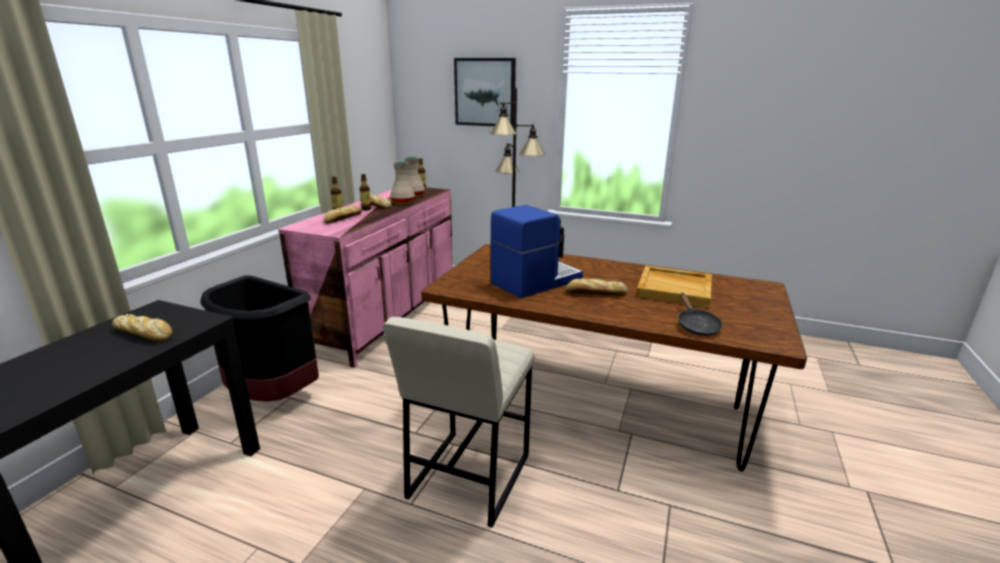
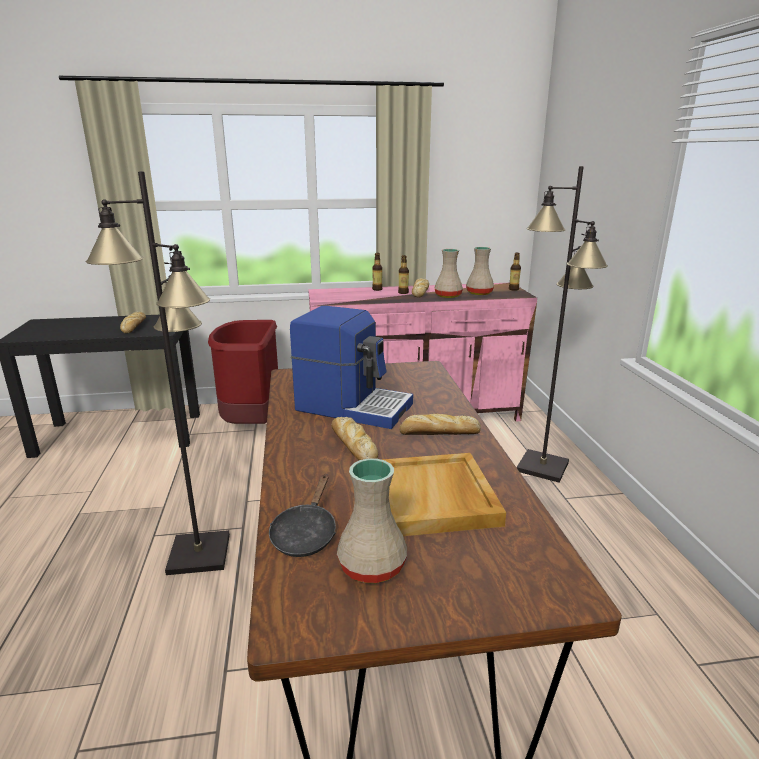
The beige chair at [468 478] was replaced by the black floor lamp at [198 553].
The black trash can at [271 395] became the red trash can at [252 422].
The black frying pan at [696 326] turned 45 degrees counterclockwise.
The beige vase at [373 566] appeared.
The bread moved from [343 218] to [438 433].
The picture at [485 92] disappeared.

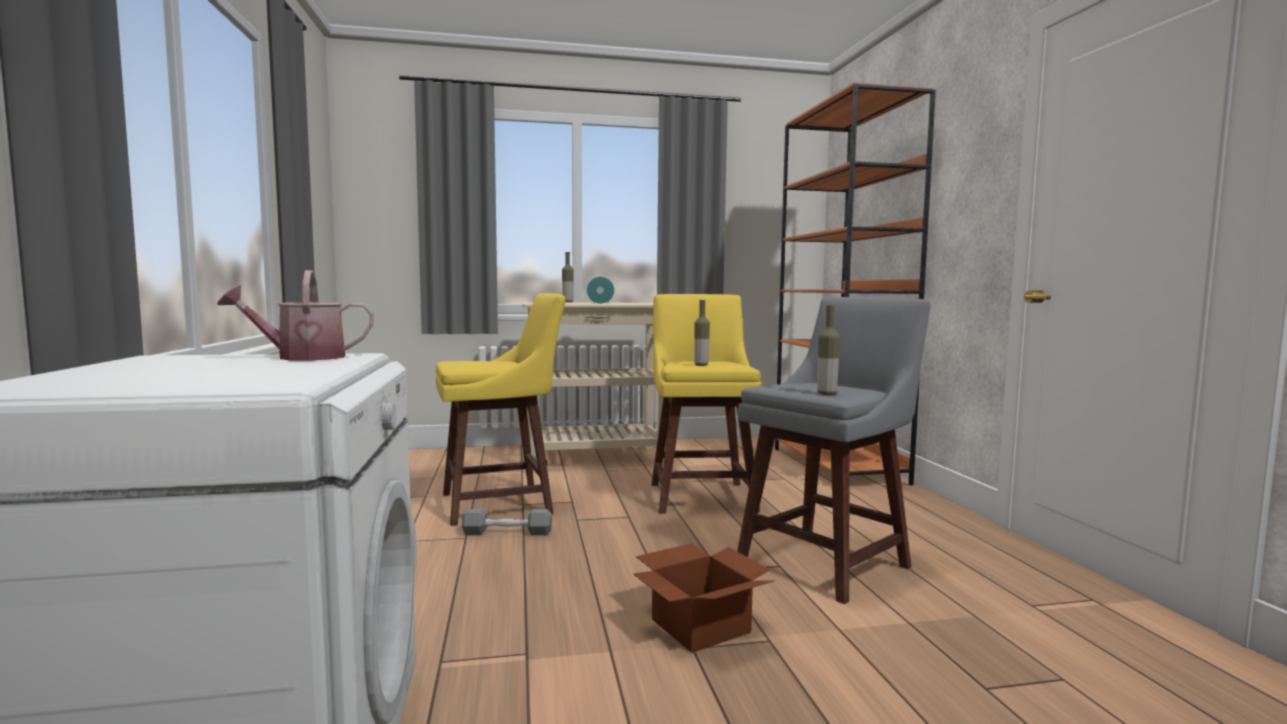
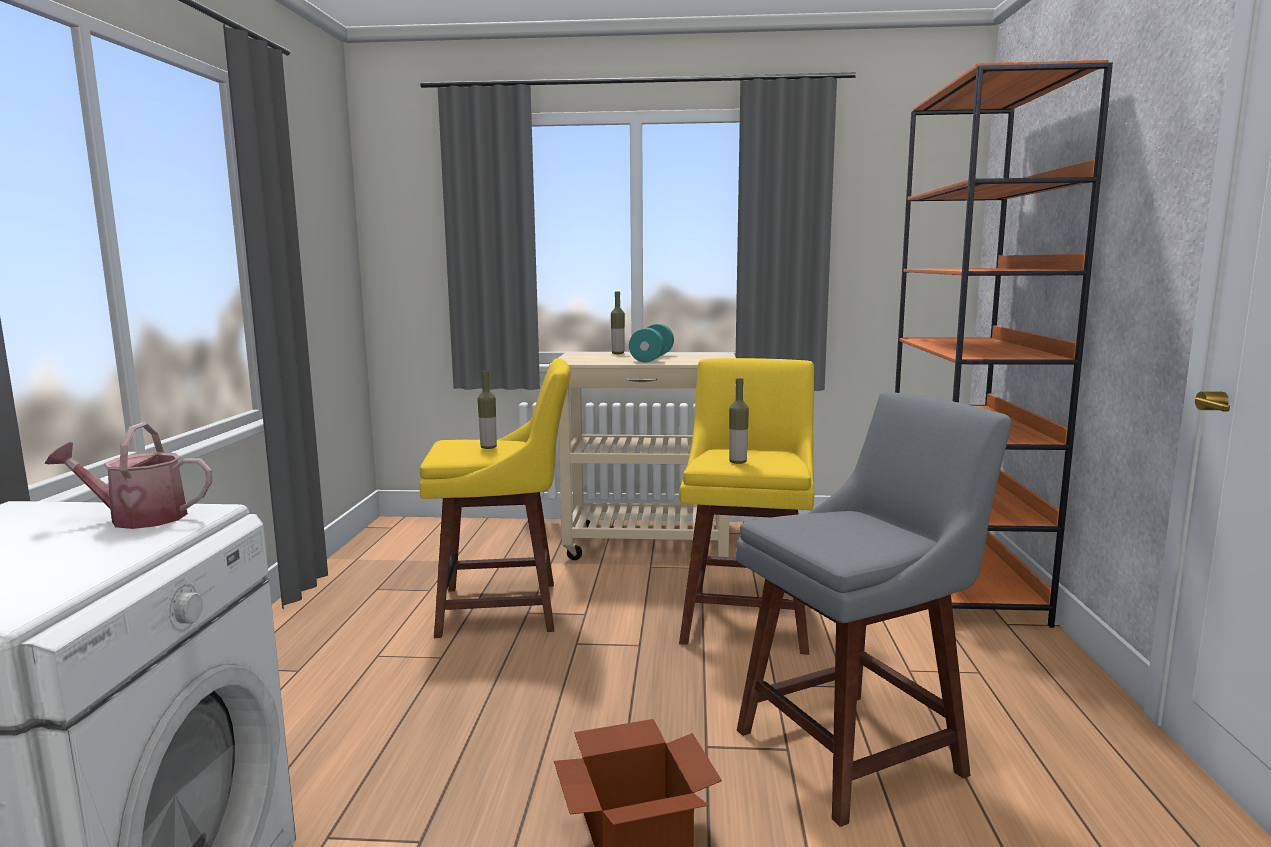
The bottle moved from [826 394] to [488 447].
The grey dumbbell at [507 533] disappeared.

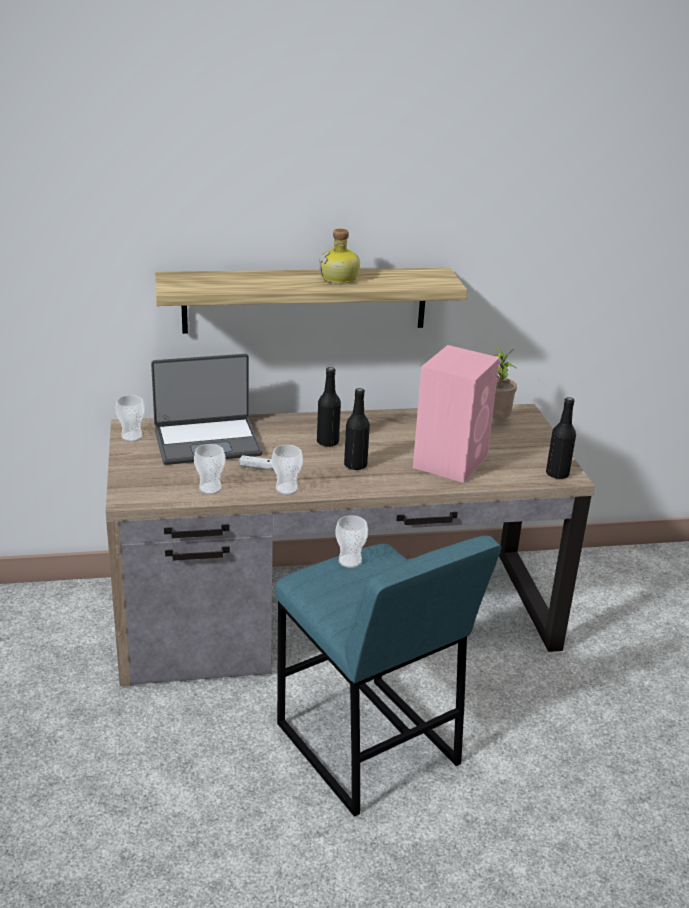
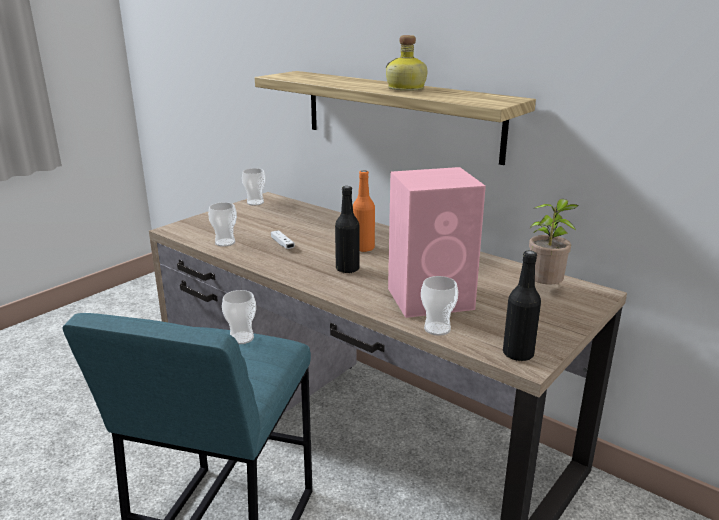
The black bottle at [327 442] became the orange bottle at [363 248].
The cup moved from [286 489] to [437 329].
The laptop at [207 442] disappeared.

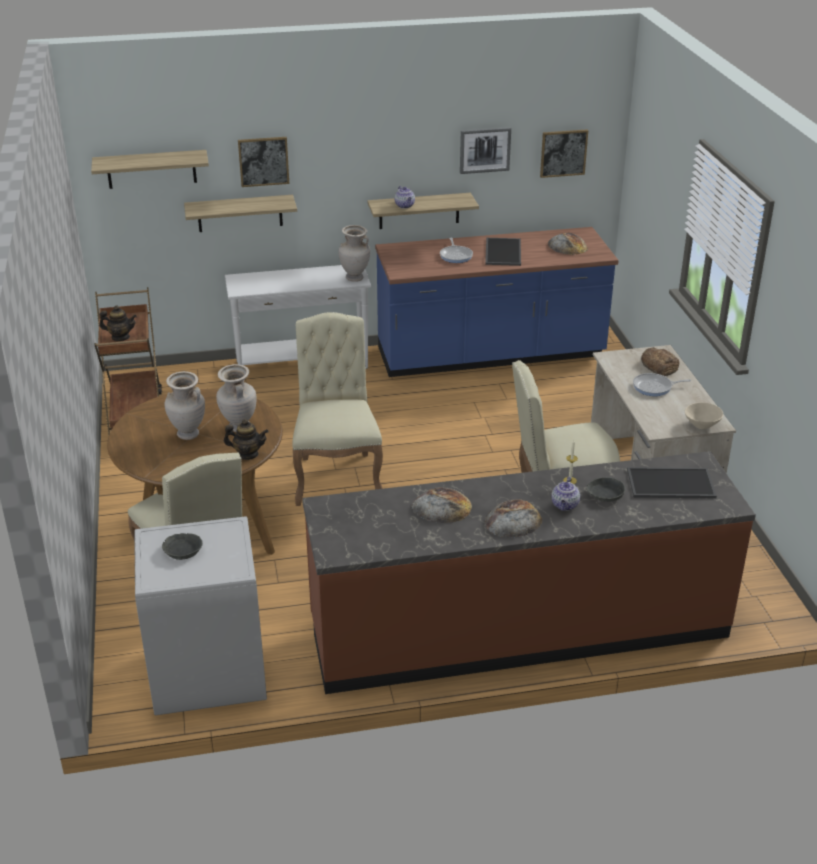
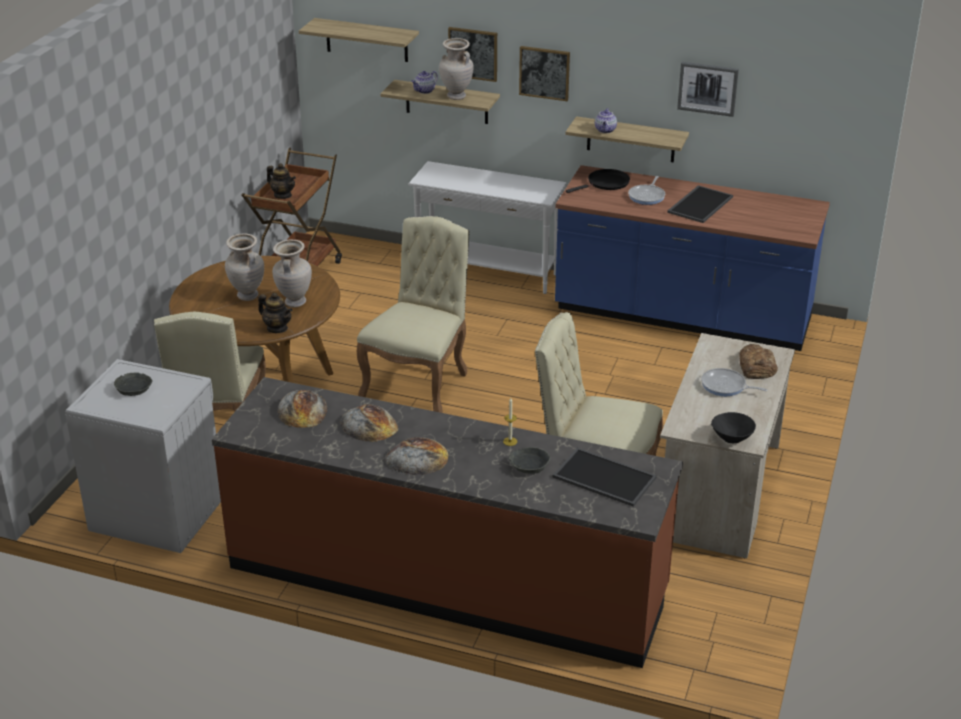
The bread moved from [567 246] to [302 410].
The teapot moved from [565 505] to [424 91].
The beige vase moved from [354 278] to [456 97].
The picture moved from [563 153] to [544 73].
The black frying pan at [606 183] appeared.
The beige bowl at [701 425] became the black bowl at [731 438].

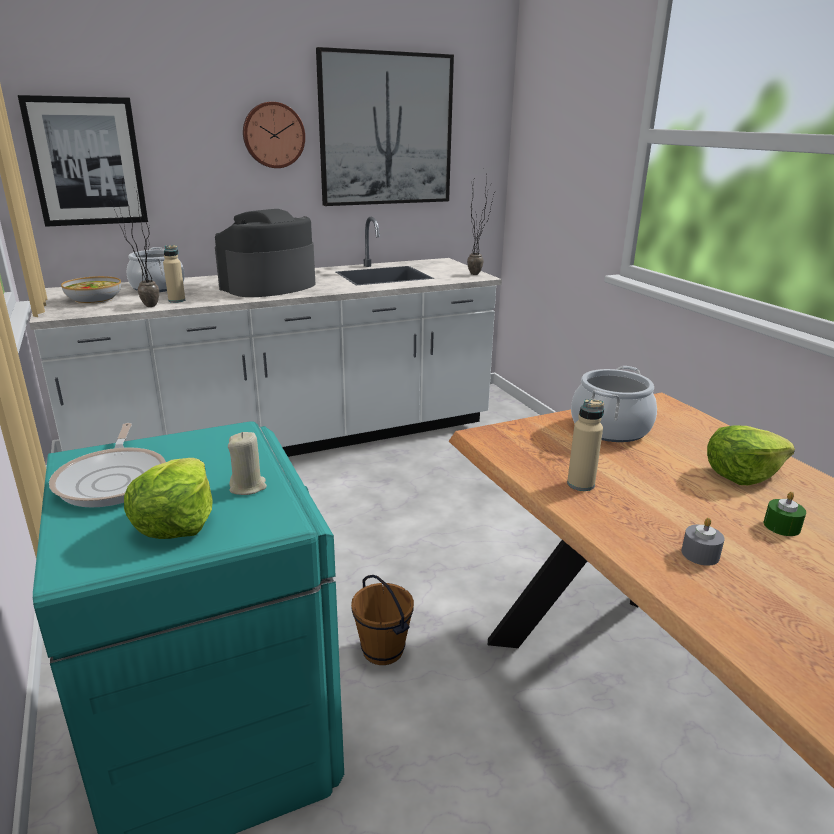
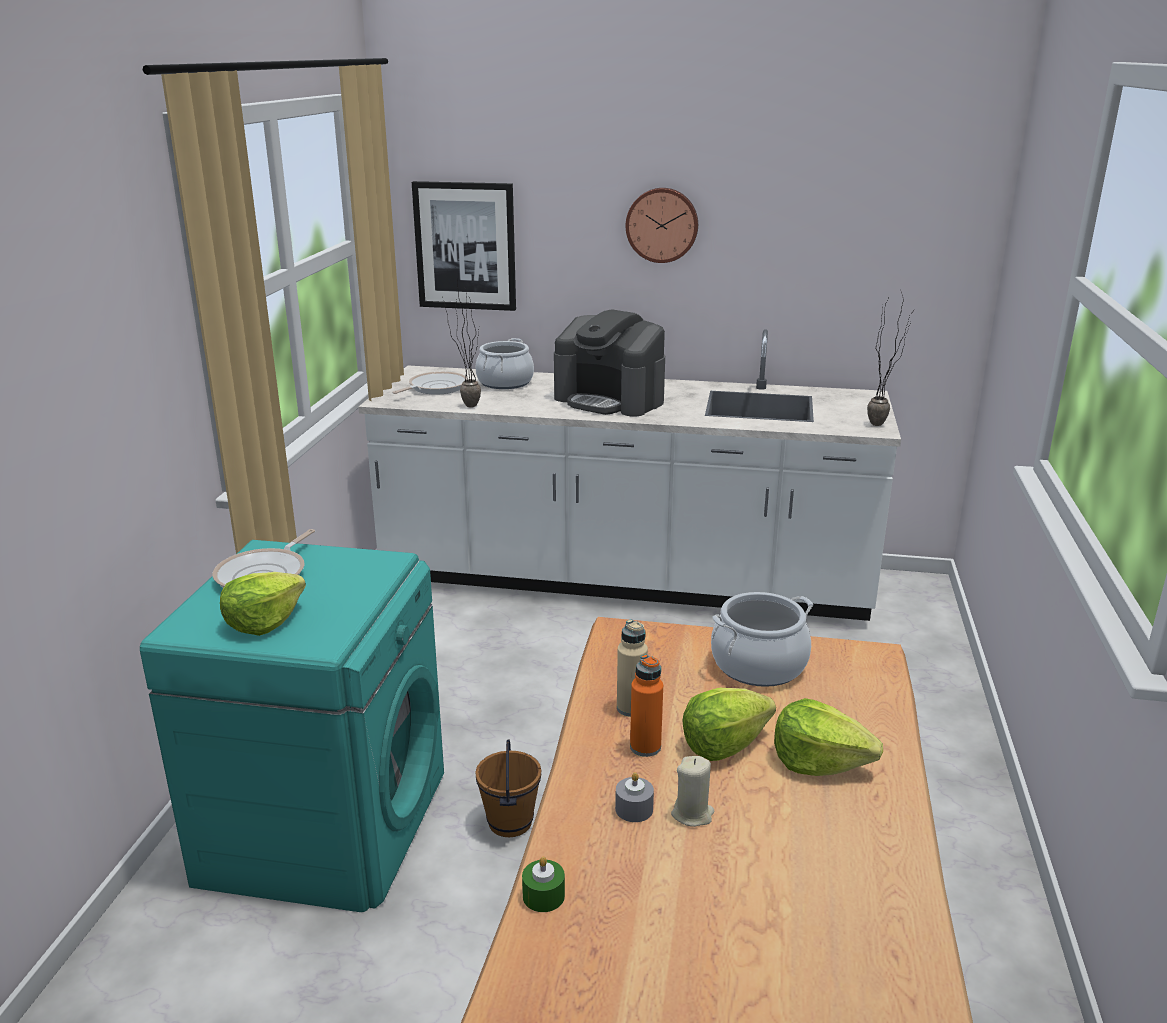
The bowl at [94 299] was replaced by the frying pan at [435 388].
The green candle moved from [781 526] to [543 896].
The coffee machine at [268 286] turned 135 degrees counterclockwise.
The orange bottle at [645 747] appeared.
The beige candle moved from [248 487] to [692 814].
The lettuce at [724 745] appeared.
The beige bottle at [177 300] disappeared.
The picture at [386 130] disappeared.

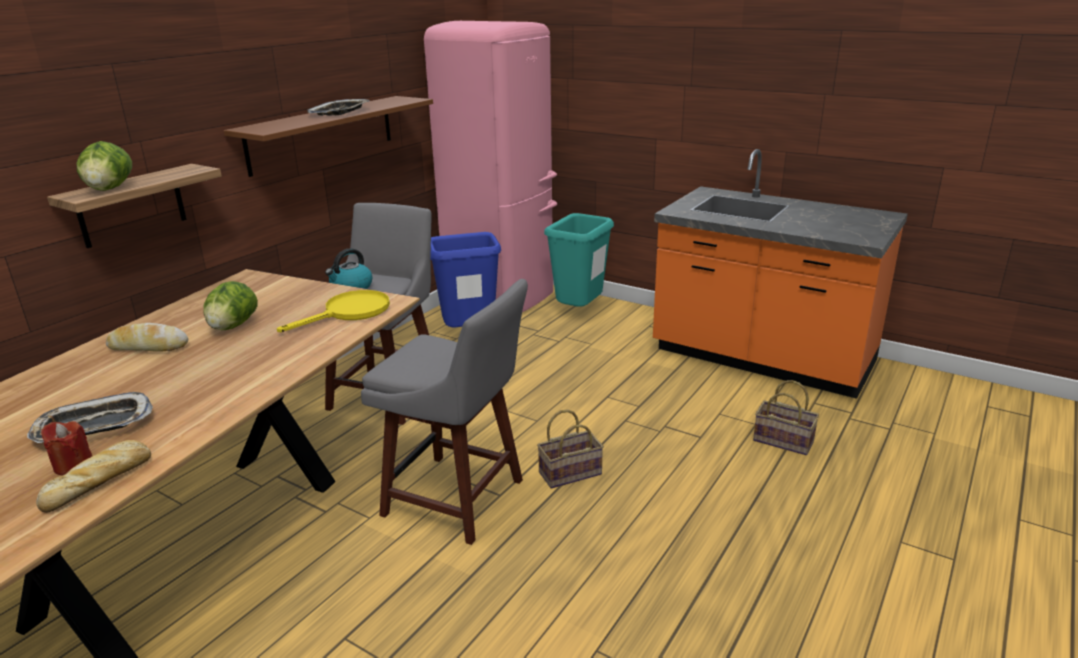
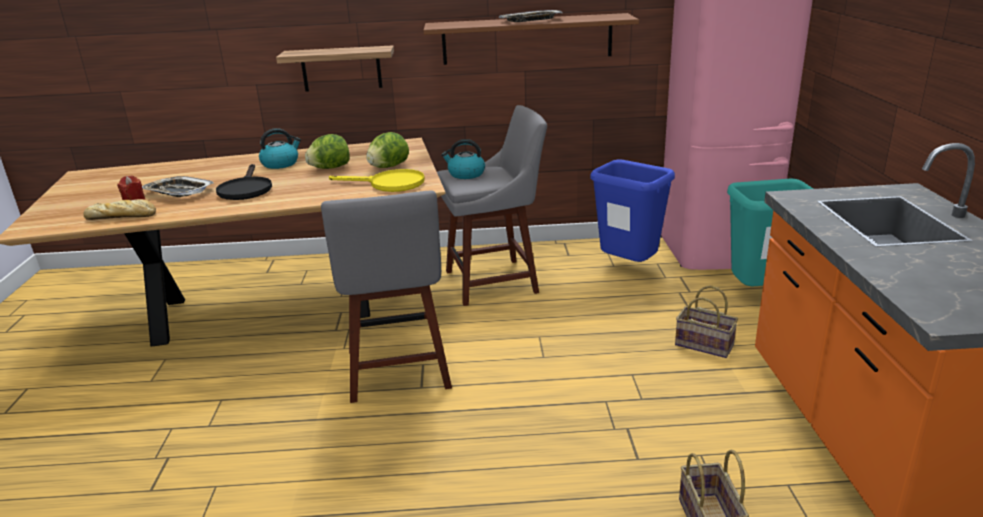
The black frying pan at [245 189] appeared.
The bread at [148 347] was replaced by the kettle at [281 164].
The lettuce moved from [109 189] to [388 167].
The basket moved from [571 472] to [706 345].

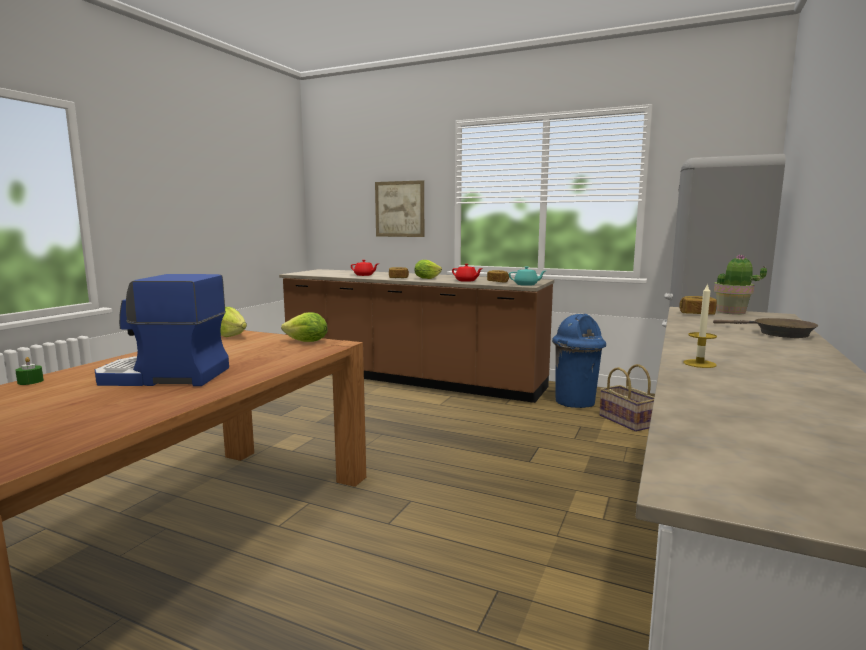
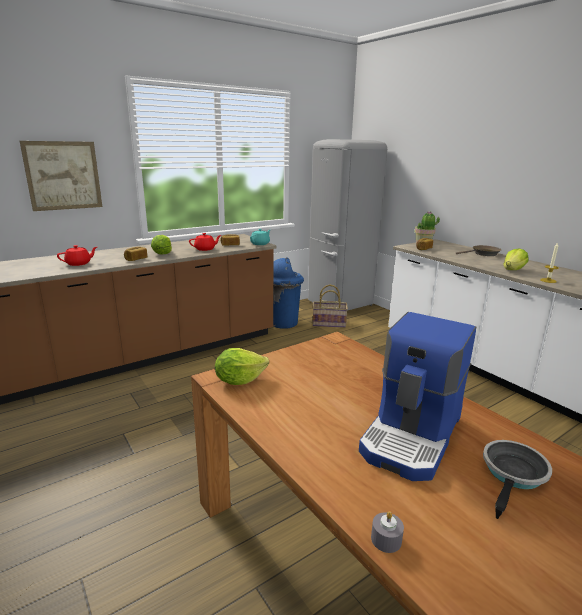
The green candle at [30 381] became the grey candle at [386 539].
The frying pan at [513 475] appeared.
The lettuce moved from [307 342] to [513 270].

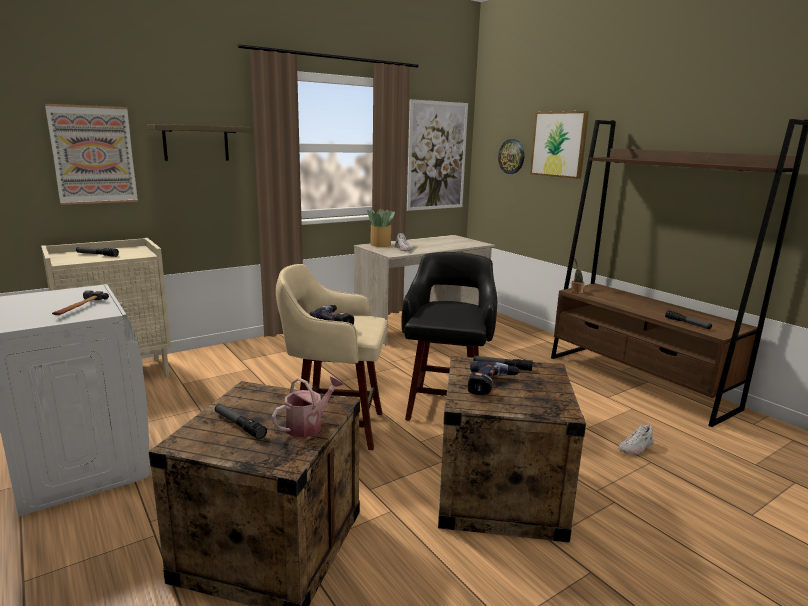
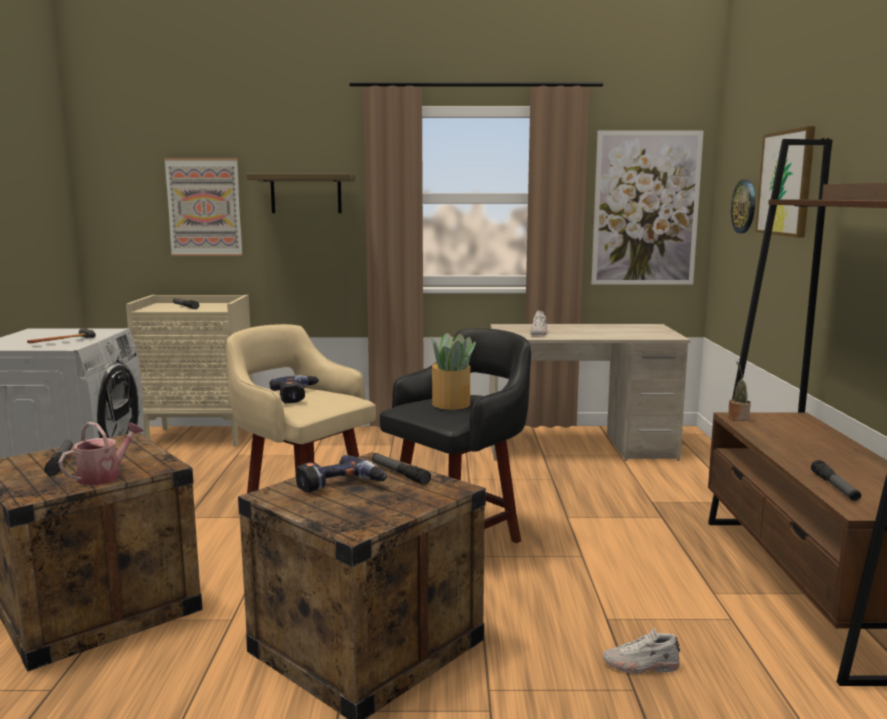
The watering can at [308 425] turned 45 degrees counterclockwise.
The potted plant moved from [380 244] to [451 403].

